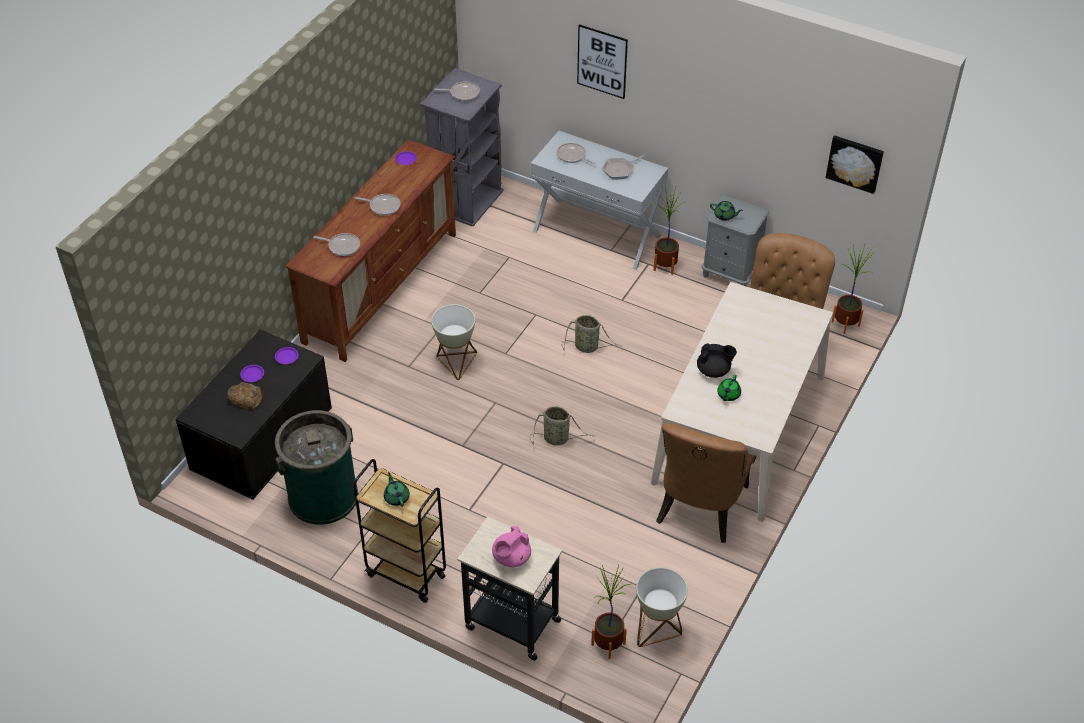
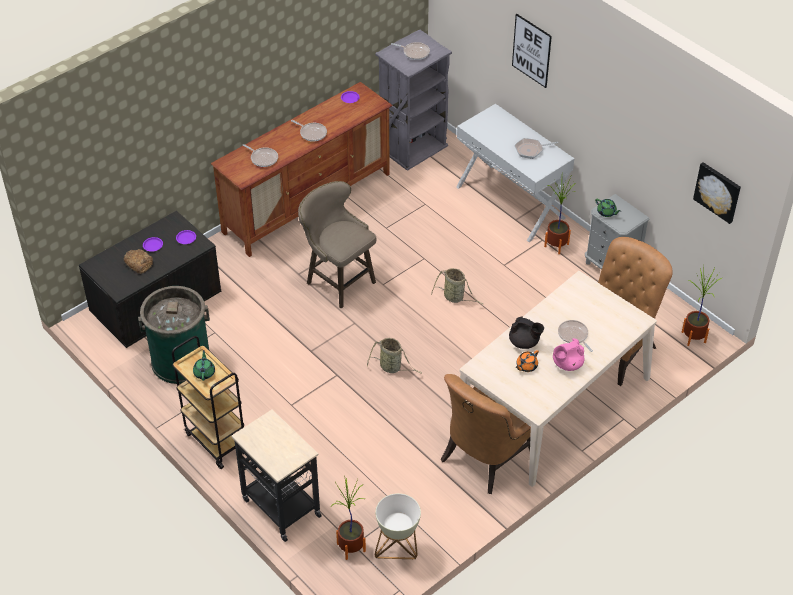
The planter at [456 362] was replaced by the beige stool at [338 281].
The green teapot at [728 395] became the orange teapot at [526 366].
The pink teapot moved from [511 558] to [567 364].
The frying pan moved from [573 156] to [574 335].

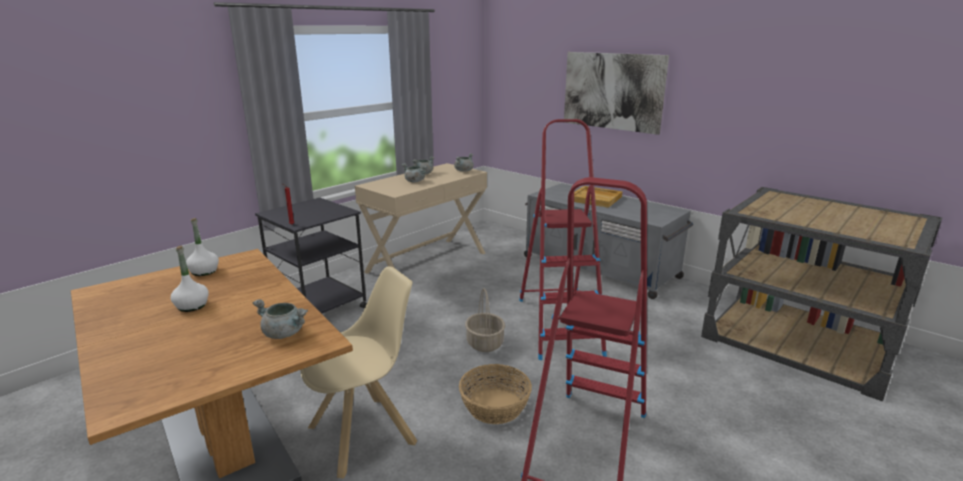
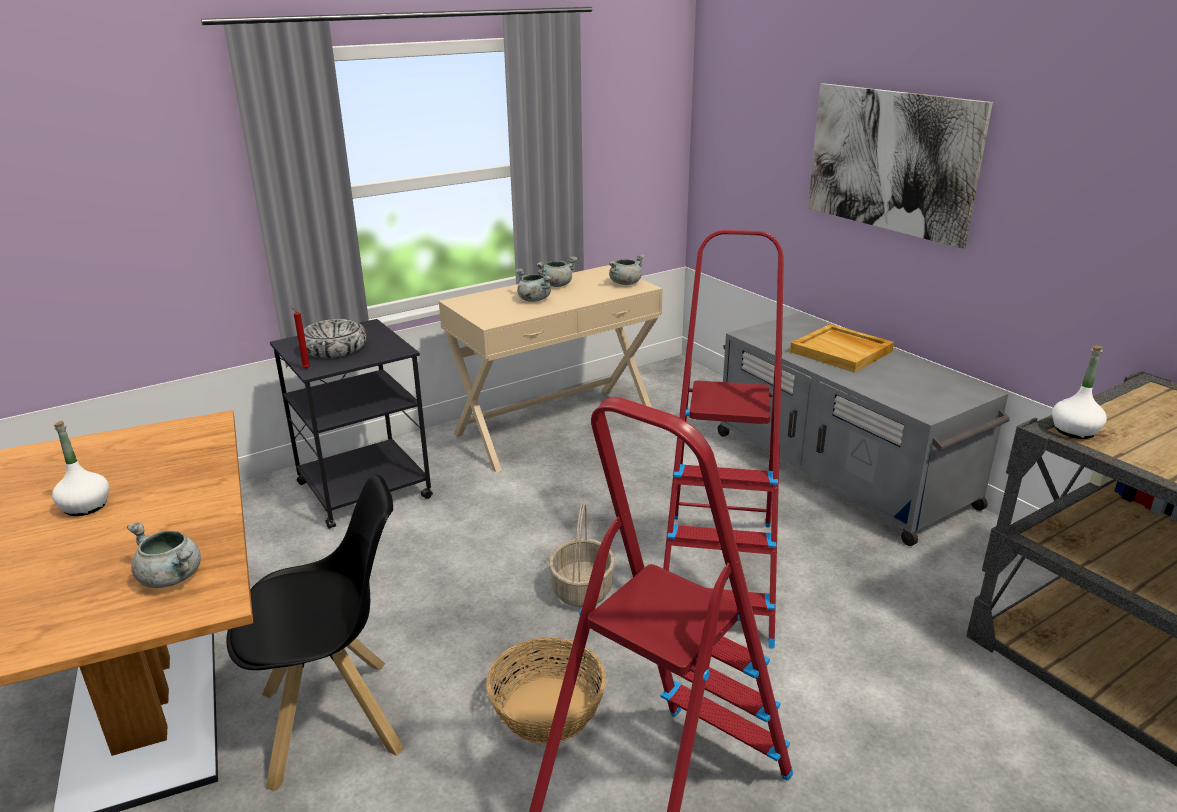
The beige chair at [365 433] became the black chair at [336 720].
The bowl at [334 348] appeared.
The white bottle moved from [204 271] to [1074 431].

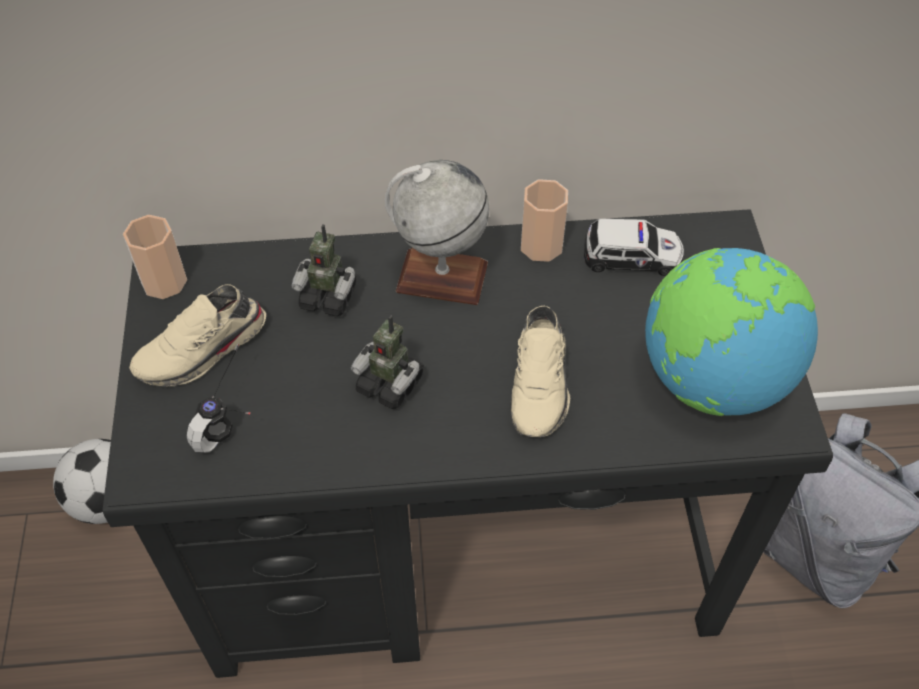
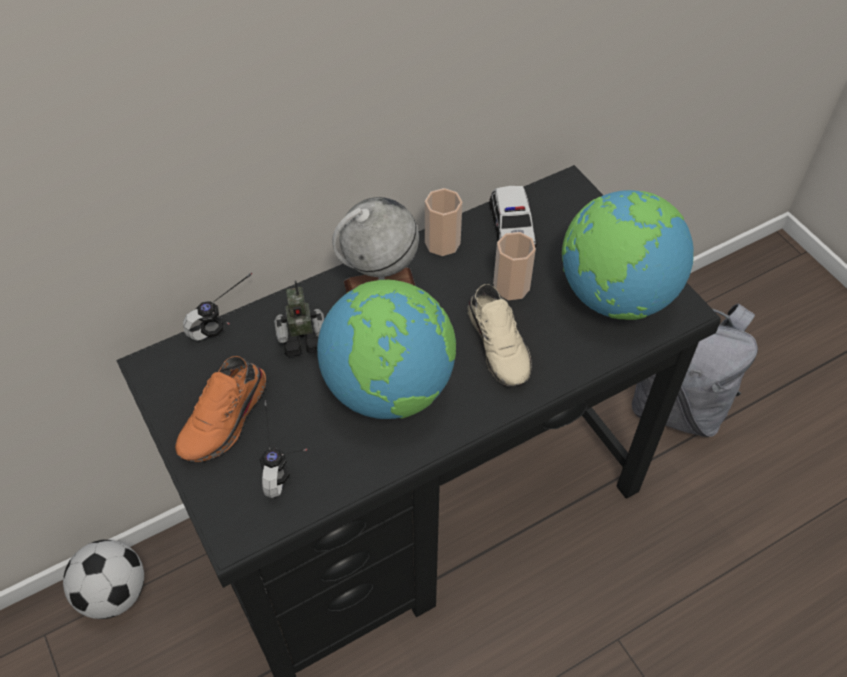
The beige shoe at [203 351] became the orange shoe at [226 419].
The headphones at [229 329] appeared.
The toy robot at [390 384] was replaced by the globe at [389 387].
The toy car at [632 256] turned 105 degrees clockwise.
The cup moved from [164 282] to [511 286].

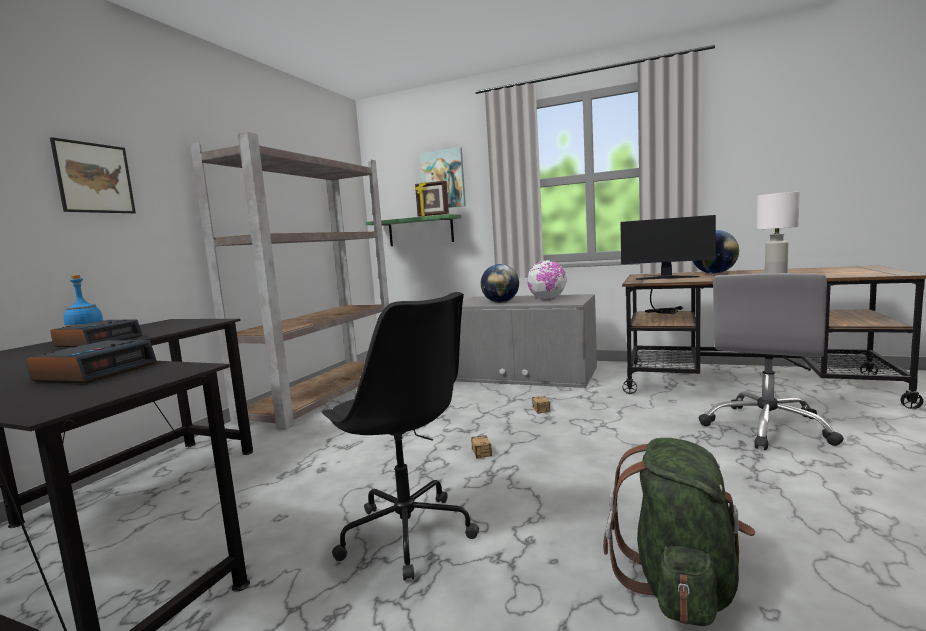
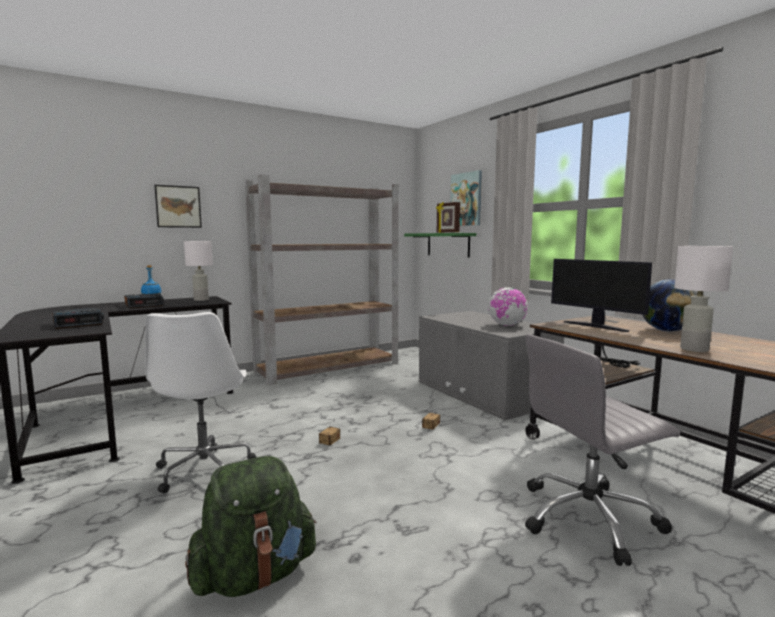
The black office chair at [409 536] became the white office chair at [203 471].
The white table lamp at [200 300] appeared.
The globe at [500 302] disappeared.

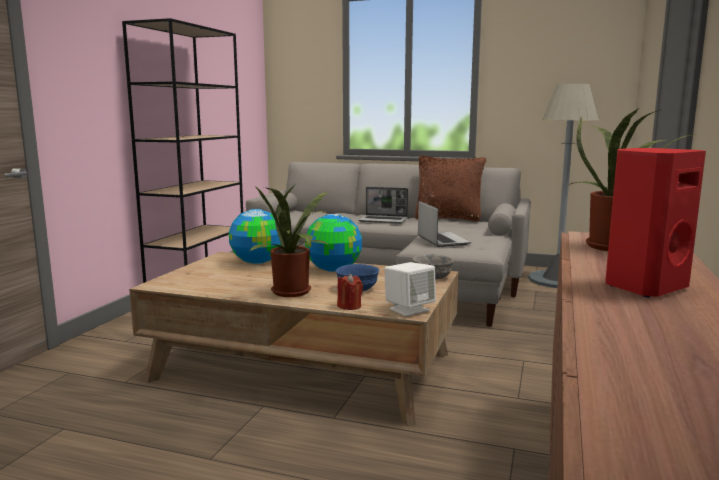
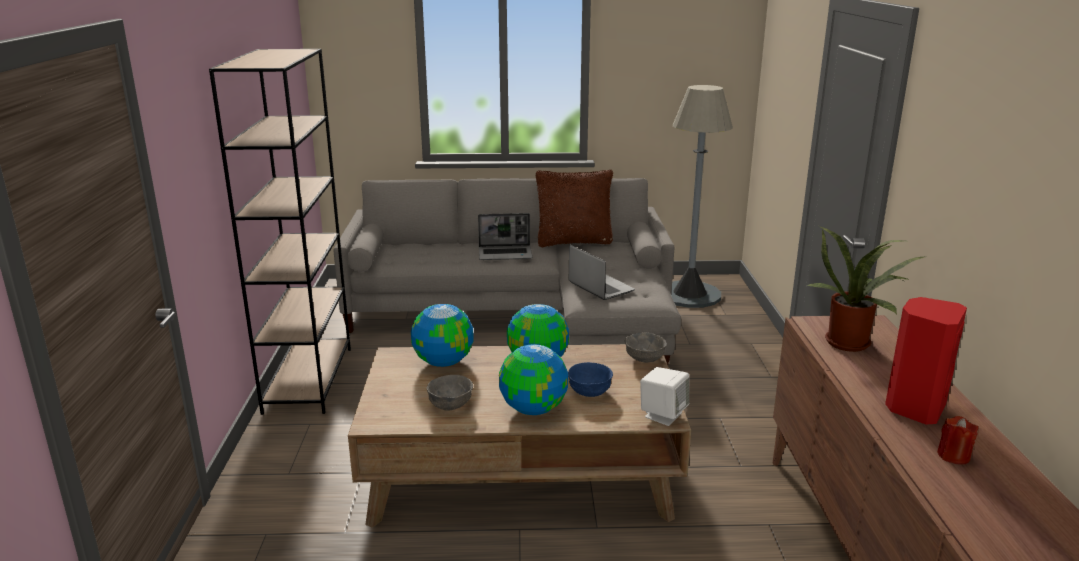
The grey bowl at [451 405] appeared.
The potted plant at [294 293] was replaced by the globe at [533 409].
The red candle moved from [349 306] to [953 456].

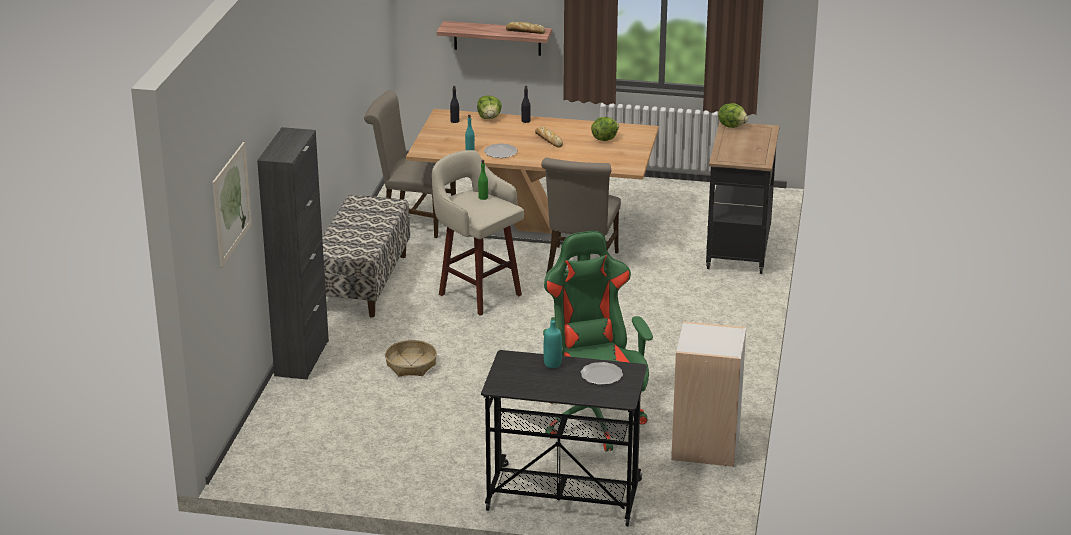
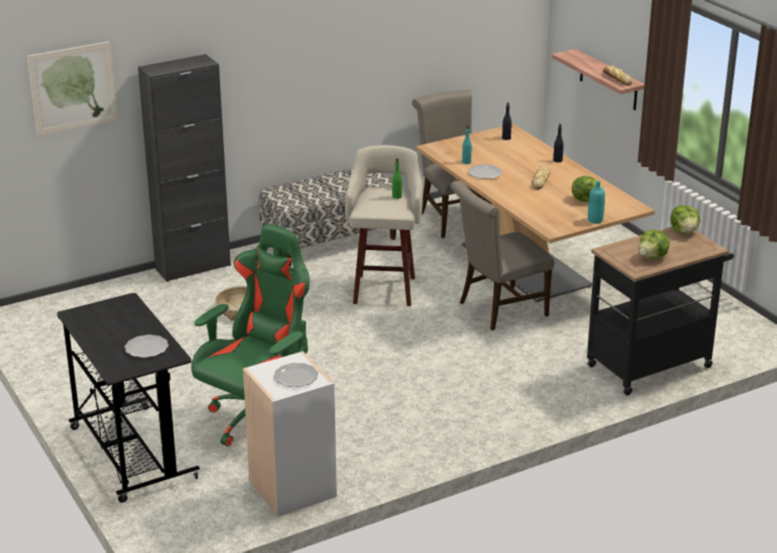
The plate at [296 376] appeared.
The turquoise bottle moved from [552 364] to [595 220].
The lettuce moved from [489 118] to [652 257].

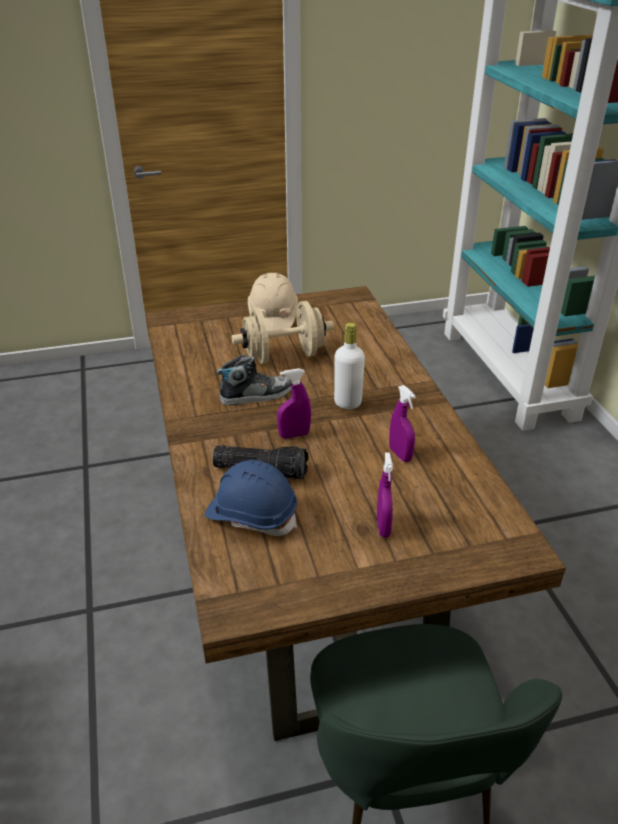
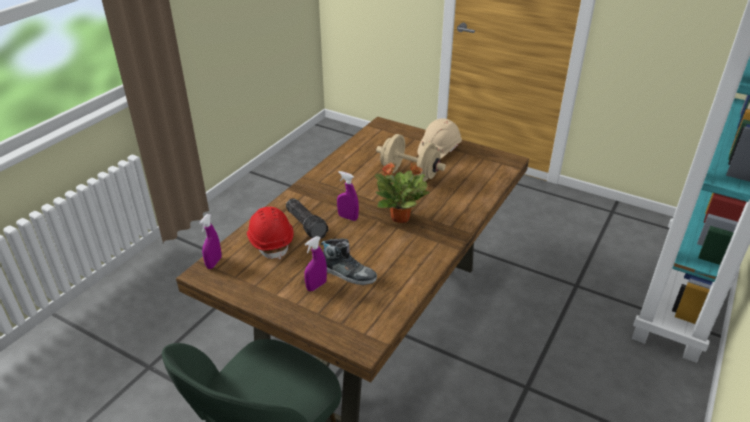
The purple spray bottle moved from [400 454] to [214 263].
The blue hard hat at [252 515] became the red hard hat at [271 241].
The shoe moved from [256 395] to [348 273].
The white bottle at [347 403] was replaced by the potted plant at [401 218].

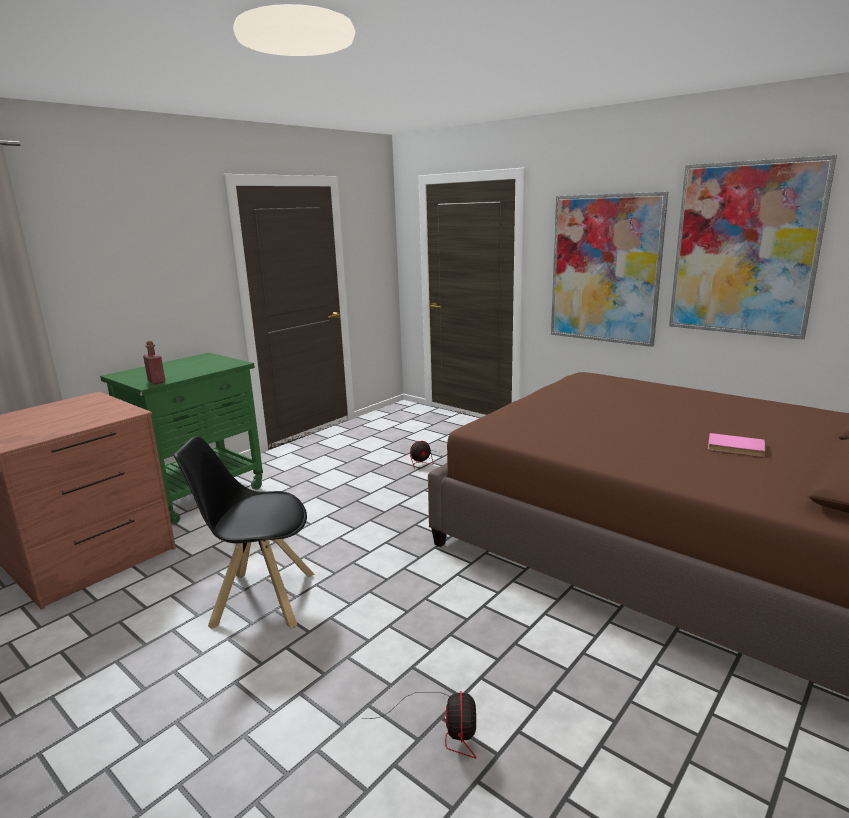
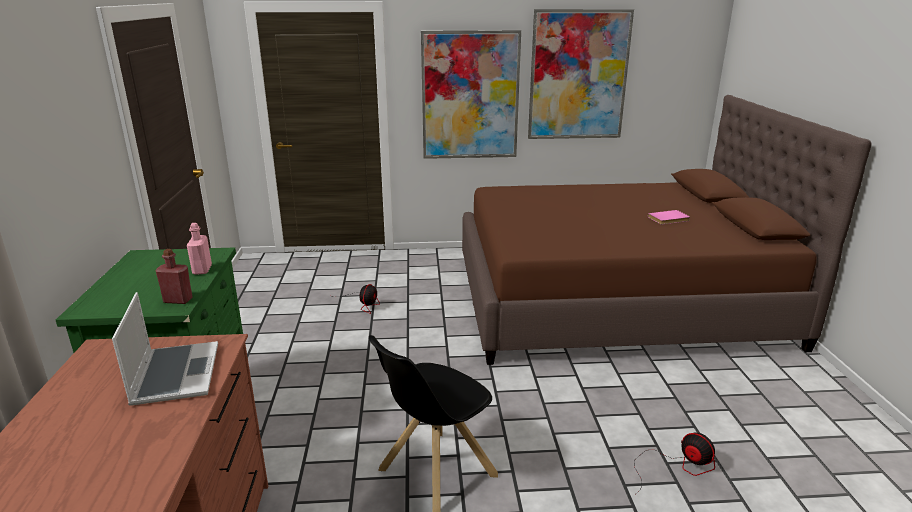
The laptop at [175 374] appeared.
The pink bottle at [202 270] appeared.

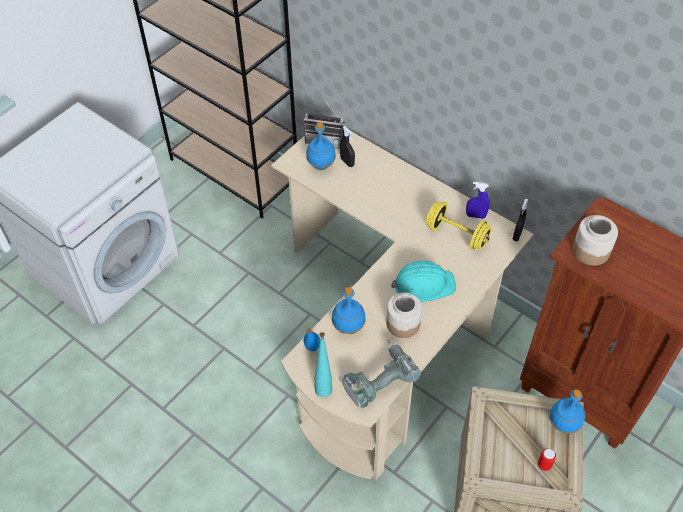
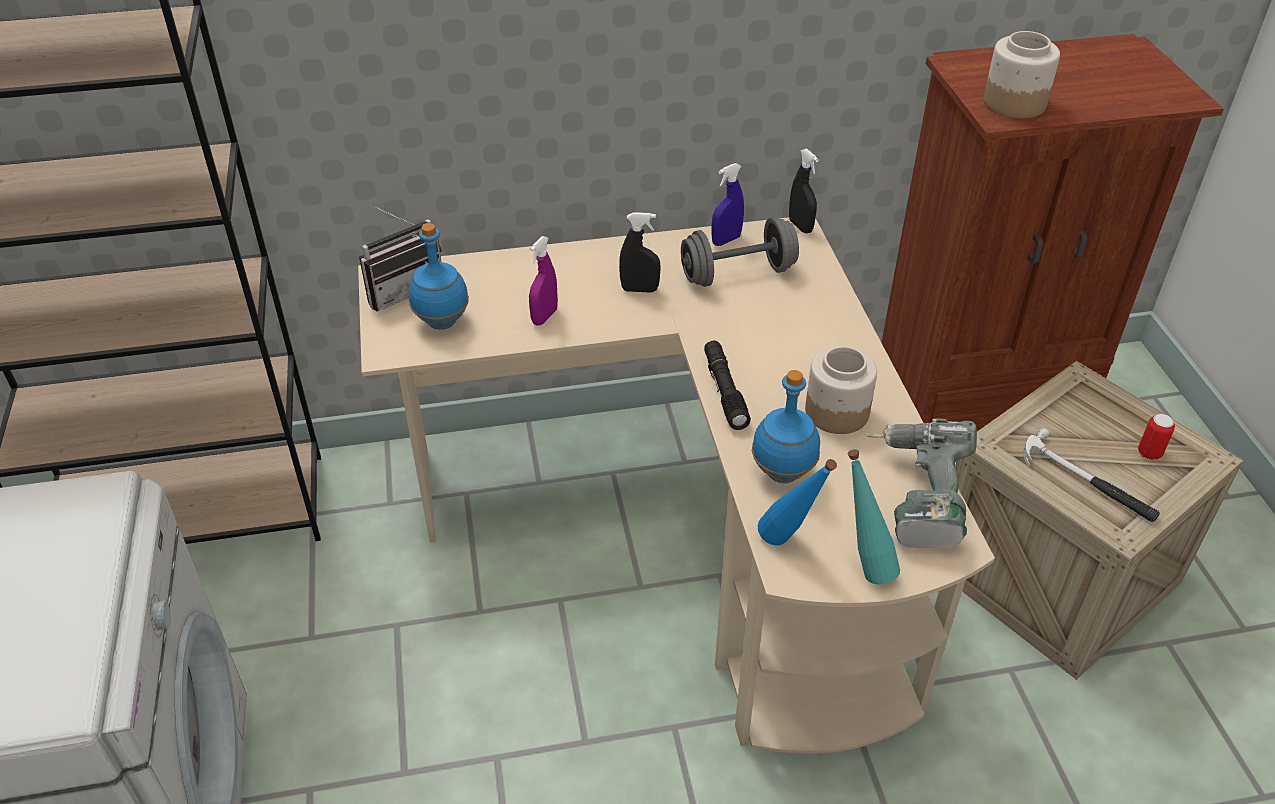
The purple spray bottle at [544 317] appeared.
The black spray bottle moved from [347 162] to [639 289].
The yellow dumbbell at [456 235] became the grey dumbbell at [737 274].
The black flashlight at [725 391] appeared.
The hammer at [1087 482] appeared.
The turquoise hard hat at [423 284] disappeared.
The blue bottle at [563 424] disappeared.

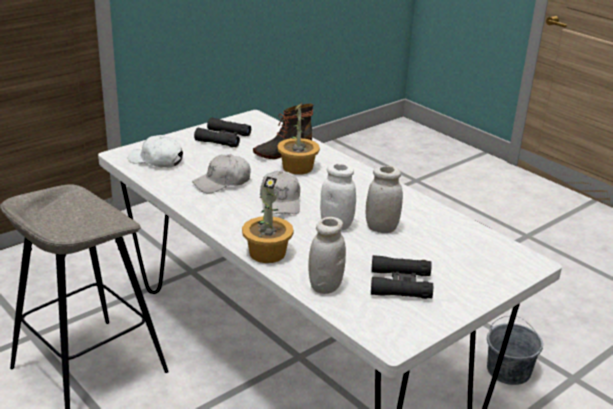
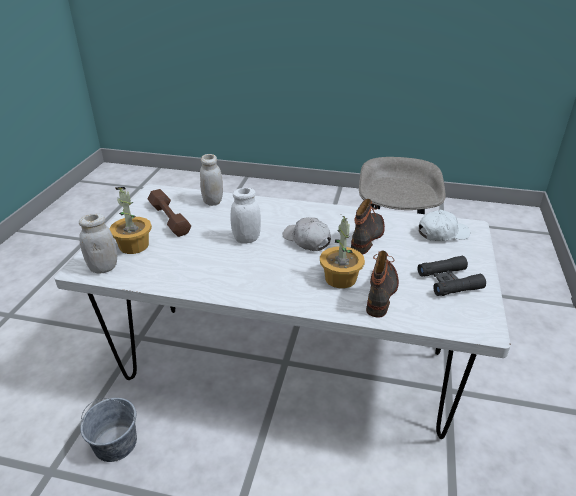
The white jar moved from [381 228] to [103 268].
The potted plant moved from [267 253] to [134 246].
The black binoculars at [400 284] was replaced by the brown dumbbell at [170 218].
The white cap at [222 182] was replaced by the boot at [368 237].

